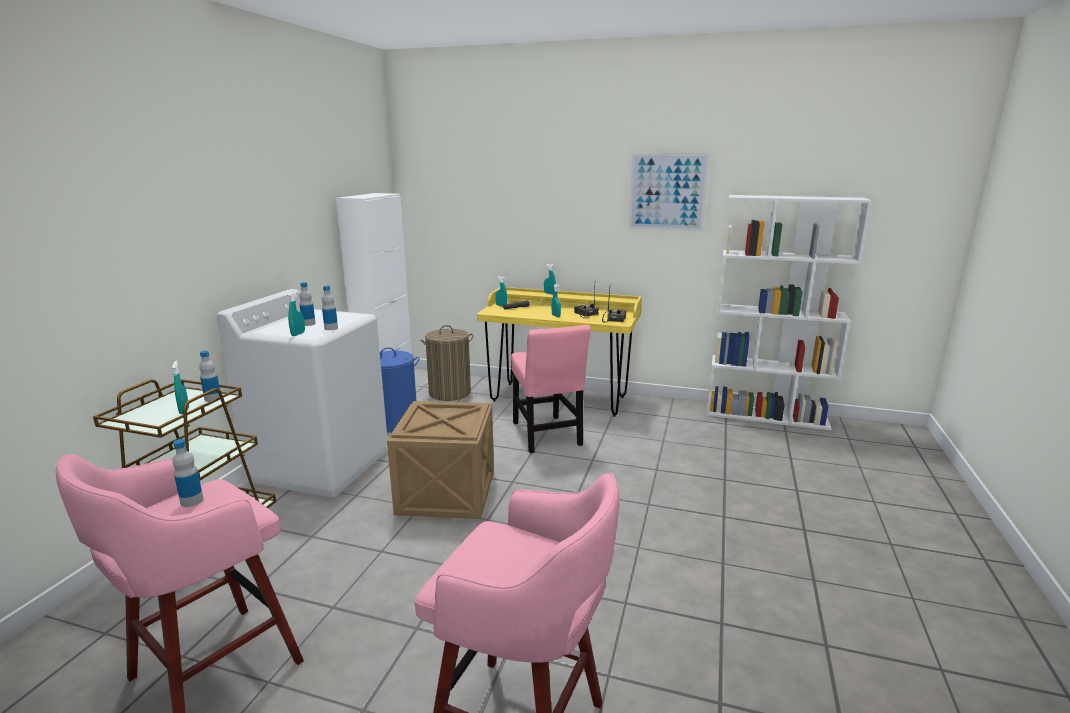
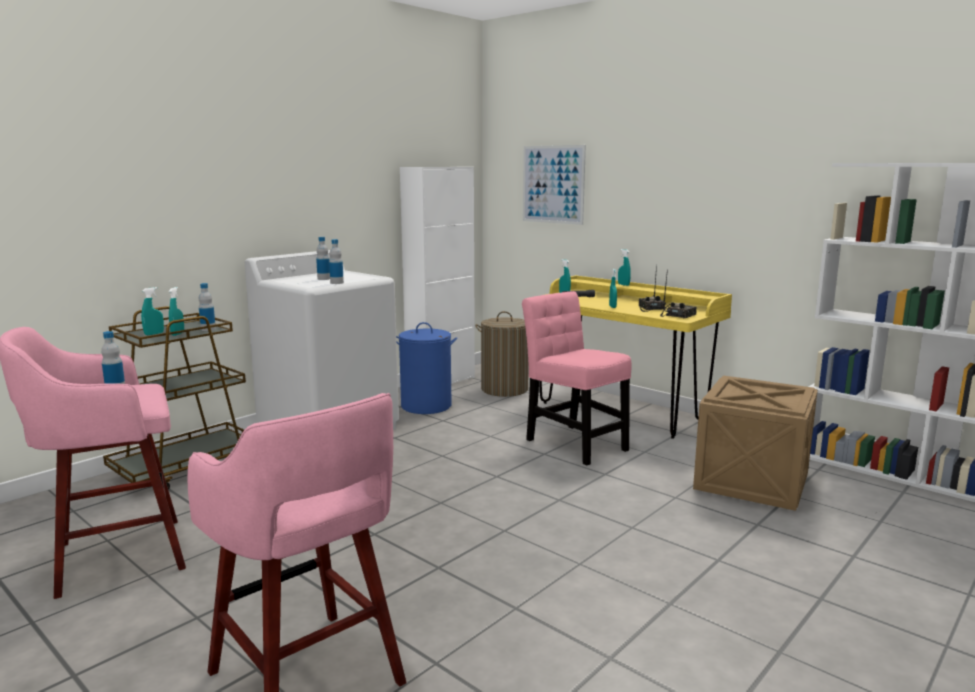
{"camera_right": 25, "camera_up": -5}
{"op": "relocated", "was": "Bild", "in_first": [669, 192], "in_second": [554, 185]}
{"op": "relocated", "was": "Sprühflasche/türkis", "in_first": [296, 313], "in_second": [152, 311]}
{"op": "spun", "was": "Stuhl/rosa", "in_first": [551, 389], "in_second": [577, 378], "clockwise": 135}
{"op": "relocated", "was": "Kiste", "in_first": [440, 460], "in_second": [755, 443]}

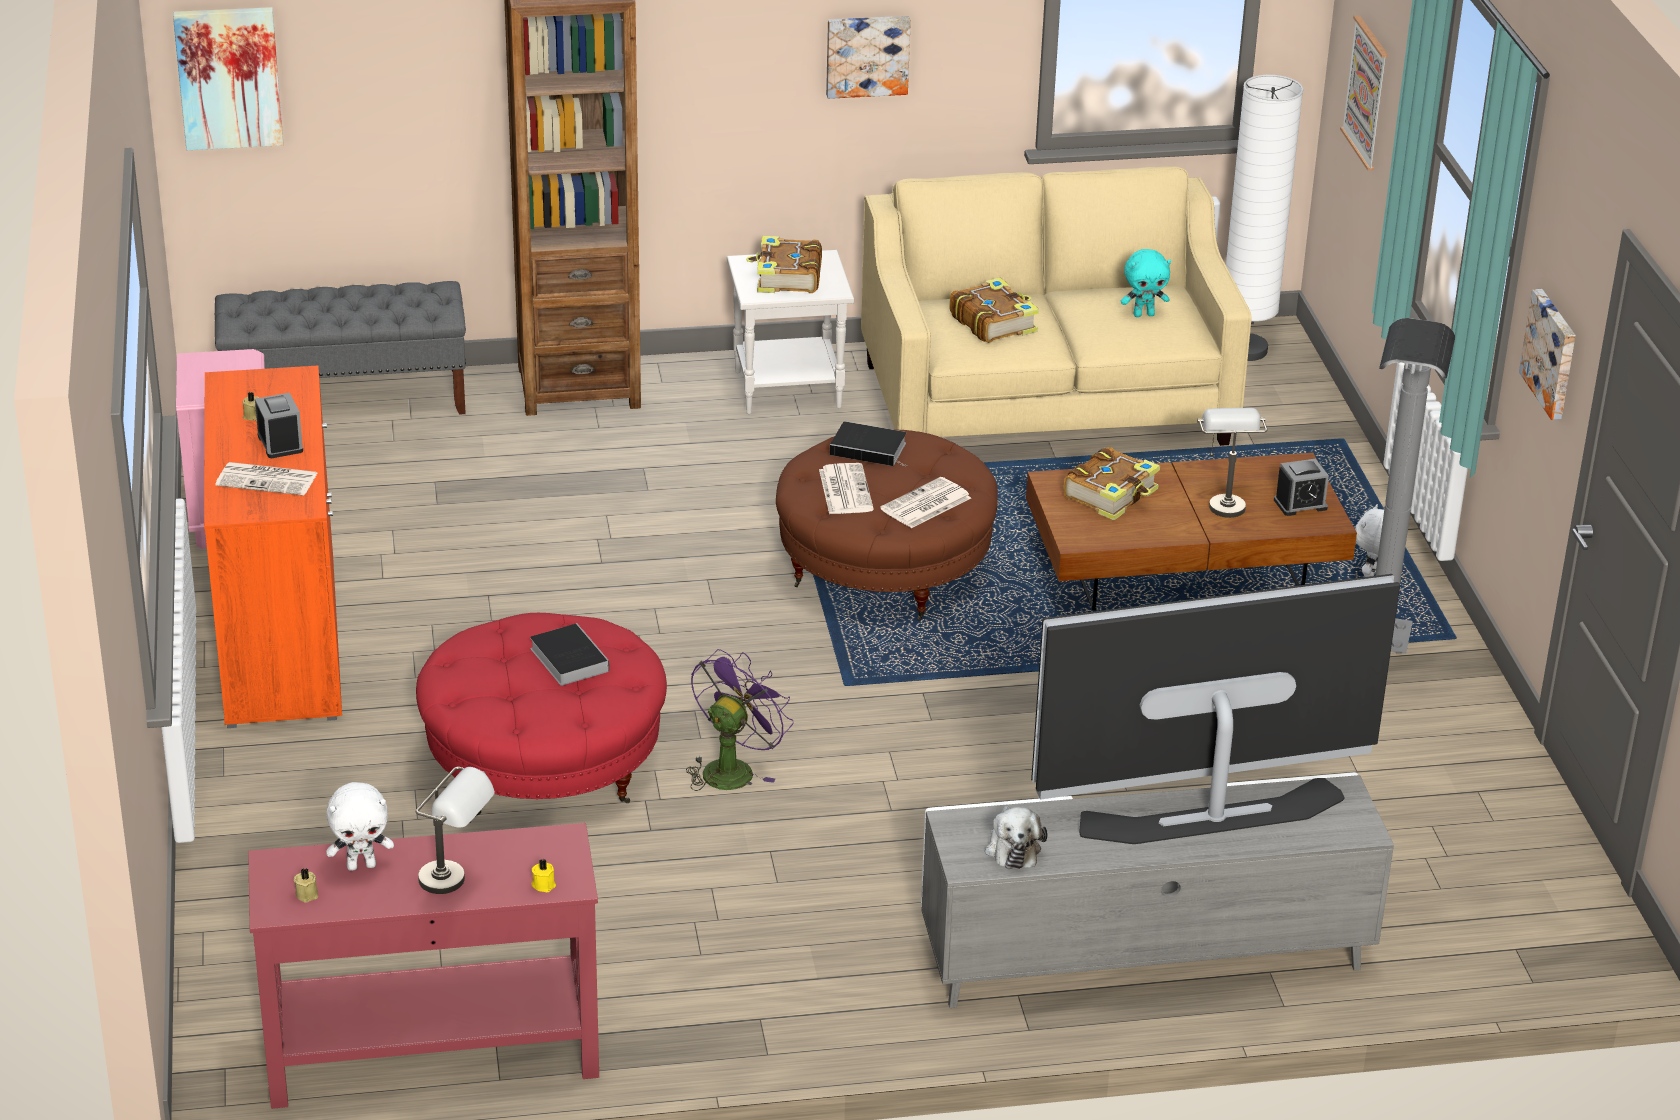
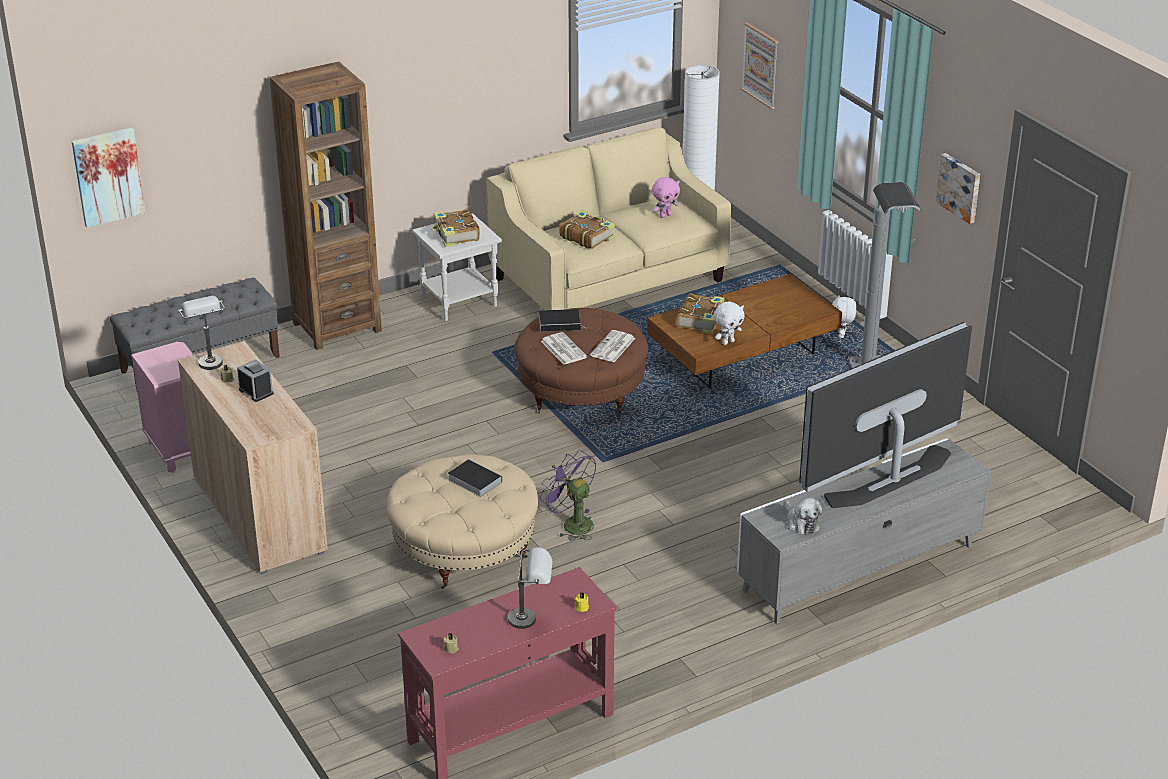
{"camera_right": -20, "camera_up": 0}
{"op": "missing", "was": "Bild", "in_first": [868, 57]}
{"op": "colour", "was": "Plüschtier/türkis", "now": "Plüschtier/rosa", "in_first": [1146, 283], "in_second": [666, 197]}
{"op": "colour", "was": "Schrank/orange", "now": "Schrank/beige", "in_first": [273, 547], "in_second": [253, 457]}
{"op": "relocated", "was": "Tischlampe/grau", "in_first": [1232, 463], "in_second": [201, 333]}
{"op": "missing", "was": "Wecker", "in_first": [1301, 487]}
{"op": "missing", "was": "Zeitung", "in_first": [266, 479]}
{"op": "colour", "was": "Polsterhocker/rot", "now": "Polsterhocker/beige", "in_first": [541, 715], "in_second": [462, 521]}
{"op": "spun", "was": "Ventilator/lila", "in_first": [740, 720], "in_second": [568, 495], "clockwise": -60}
{"op": "relocated", "was": "Plüschtier/weiß", "in_first": [360, 826], "in_second": [729, 323]}

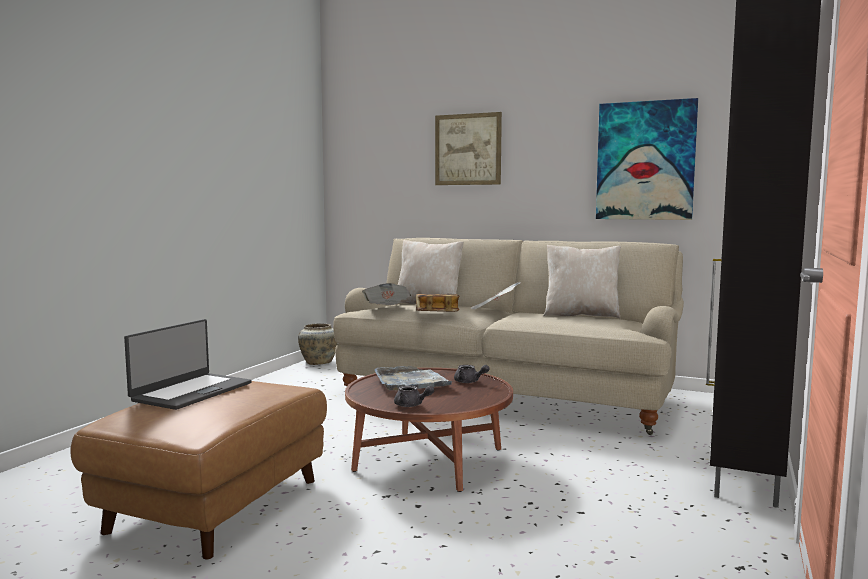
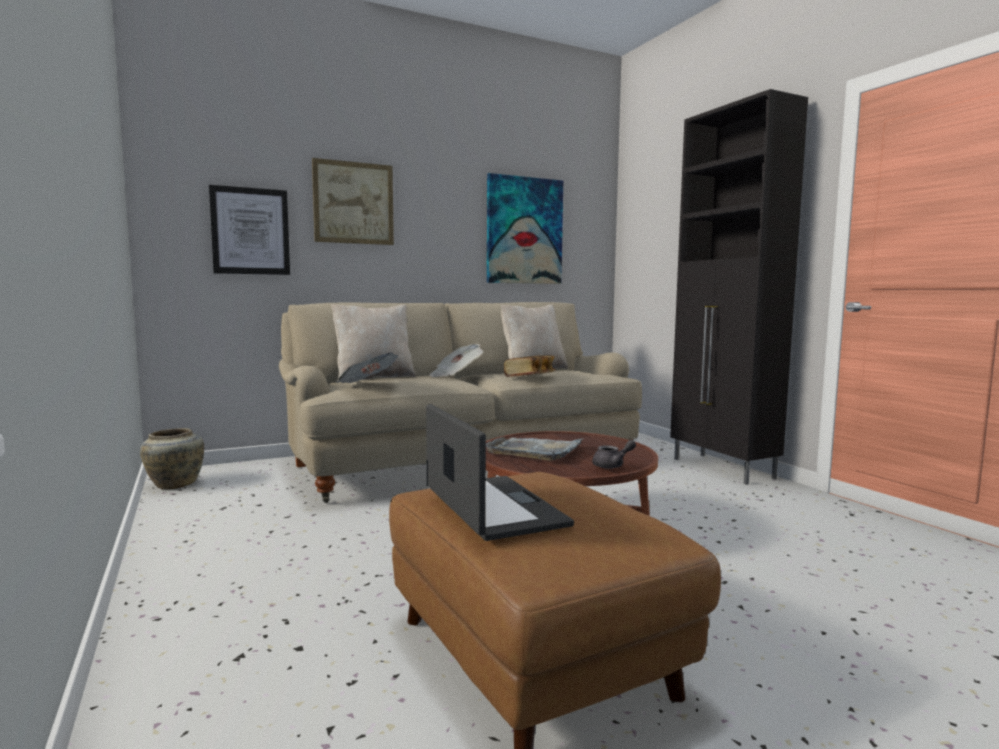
{"camera_right": -50, "camera_up": 0}
{"op": "relocated", "was": "Buch", "in_first": [438, 303], "in_second": [530, 366]}
{"op": "missing", "was": "Teekanne/grau", "in_first": [471, 374]}
{"op": "appeared", "now": "Bild", "in_second": [249, 230]}

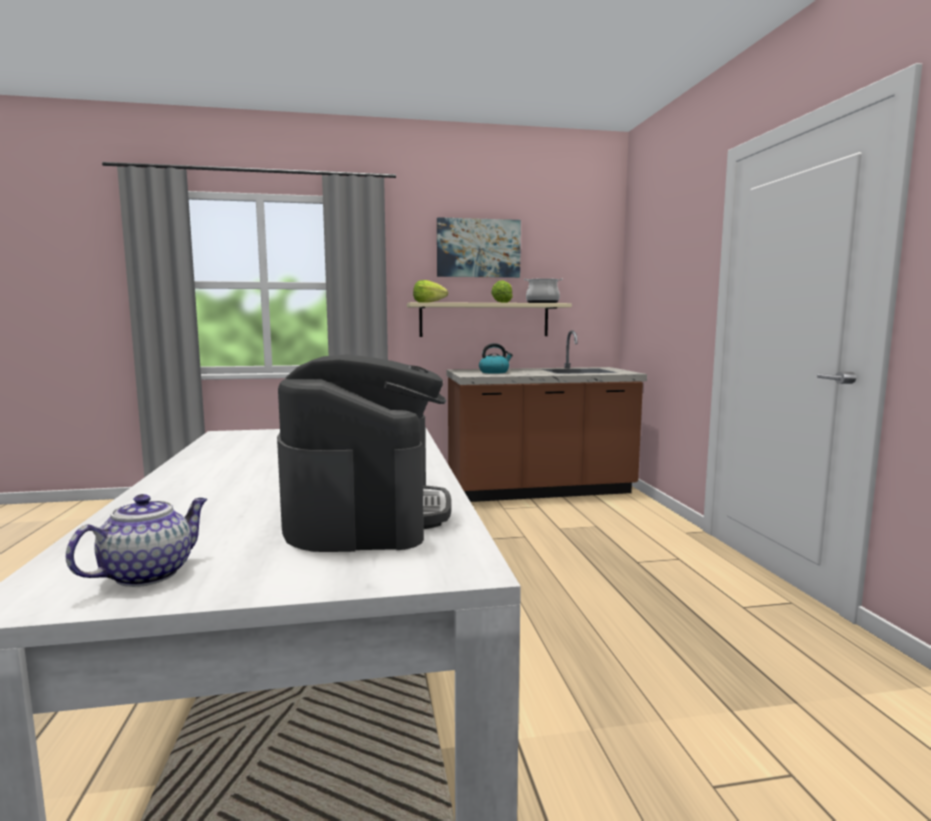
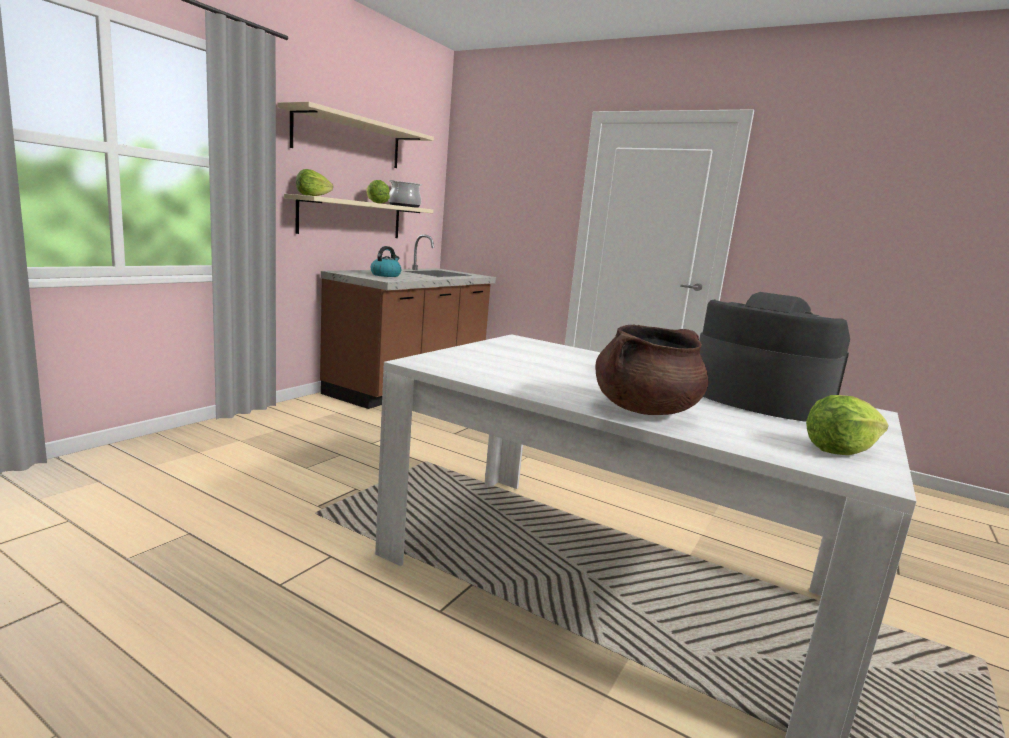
{"camera_right": -50, "camera_up": 5}
{"op": "exchanged", "was": "Bild", "now": "Wandregal/beige", "in_first": [479, 247], "in_second": [355, 135]}
{"op": "exchanged", "was": "Teekanne", "now": "Salatkopf", "in_first": [137, 540], "in_second": [847, 425]}
{"op": "appeared", "now": "Kochtopf/braun", "in_second": [651, 369]}

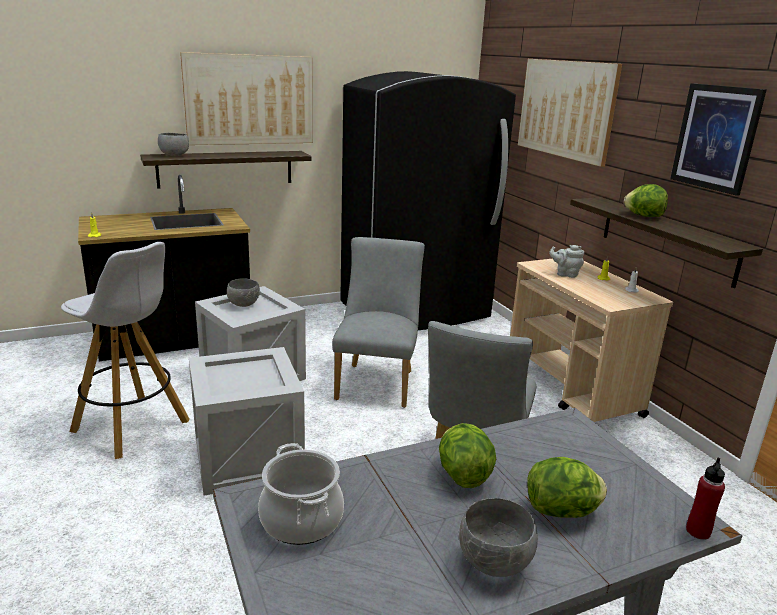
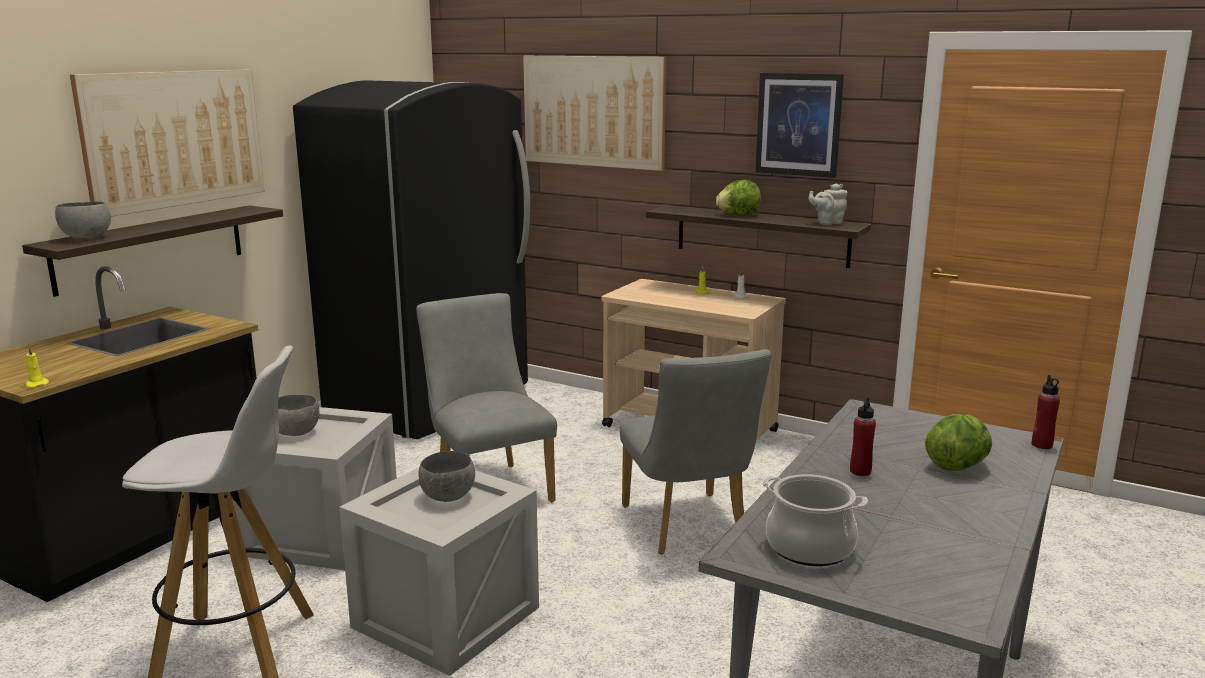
{"camera_right": -35, "camera_up": -5}
{"op": "relocated", "was": "Teekanne/grau", "in_first": [566, 261], "in_second": [828, 204]}
{"op": "exchanged", "was": "Salatkopf", "now": "Flasche/rot", "in_first": [467, 455], "in_second": [863, 436]}
{"op": "relocated", "was": "Schüssel/grau", "in_first": [498, 537], "in_second": [446, 476]}

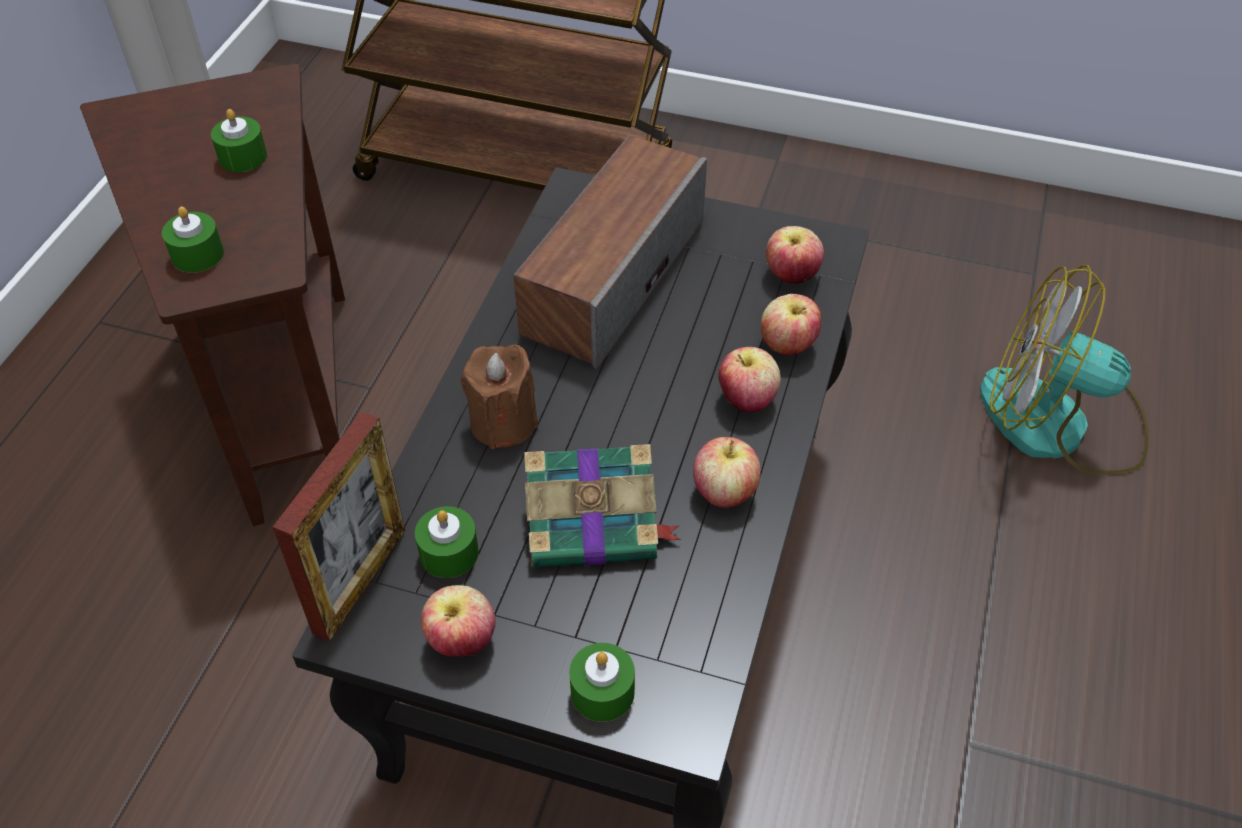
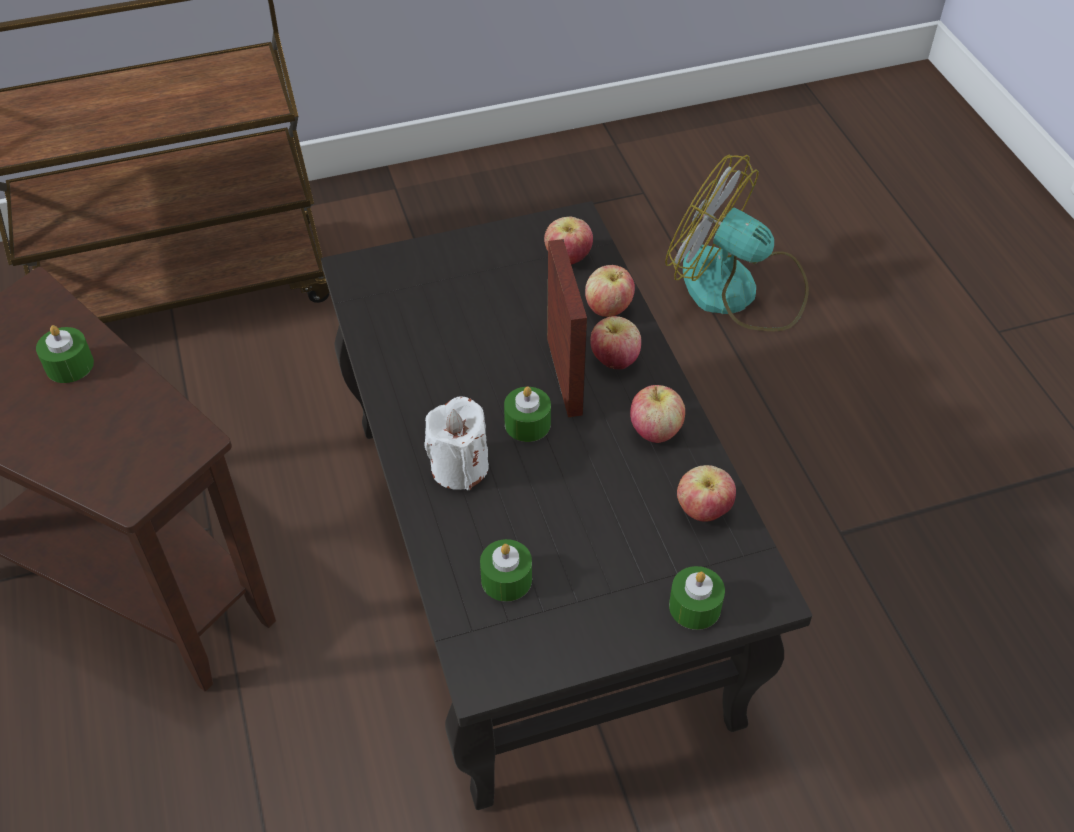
{"camera_right": -35, "camera_up": 0}
{"op": "missing", "was": "Lautsprecher", "in_first": [610, 252]}
{"op": "relocated", "was": "Kerze/grün", "in_first": [193, 239], "in_second": [527, 414]}
{"op": "spun", "was": "Ventilator", "in_first": [1064, 370], "in_second": [737, 242], "clockwise": 45}
{"op": "colour", "was": "Kerze/braun", "now": "Kerze/weiß", "in_first": [499, 397], "in_second": [456, 443]}
{"op": "relocated", "was": "Bilderrahmen", "in_first": [339, 526], "in_second": [567, 328]}
{"op": "missing", "was": "Buch", "in_first": [602, 505]}
{"op": "relocated", "was": "Apfel", "in_first": [458, 621], "in_second": [706, 493]}

